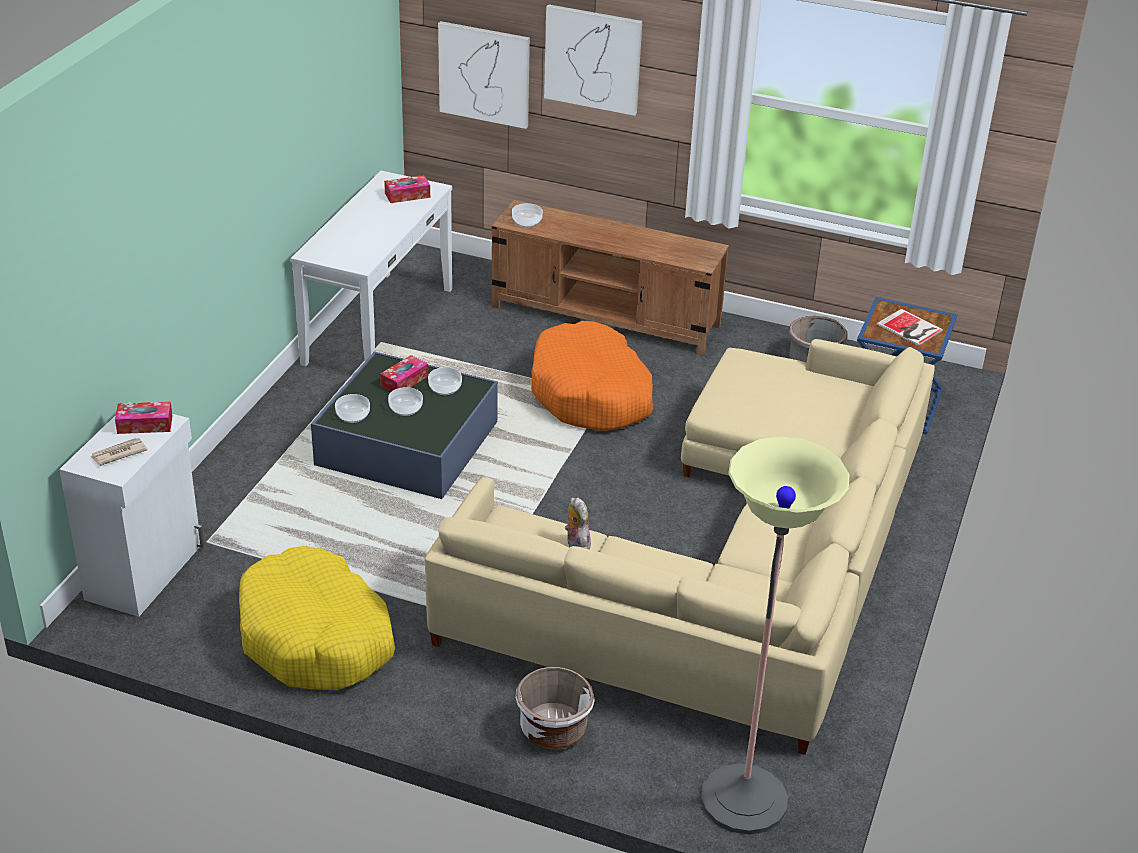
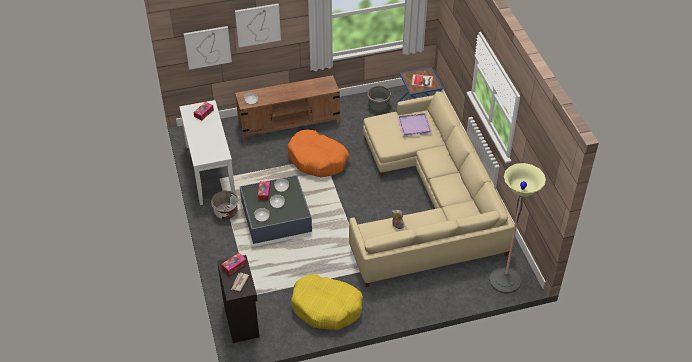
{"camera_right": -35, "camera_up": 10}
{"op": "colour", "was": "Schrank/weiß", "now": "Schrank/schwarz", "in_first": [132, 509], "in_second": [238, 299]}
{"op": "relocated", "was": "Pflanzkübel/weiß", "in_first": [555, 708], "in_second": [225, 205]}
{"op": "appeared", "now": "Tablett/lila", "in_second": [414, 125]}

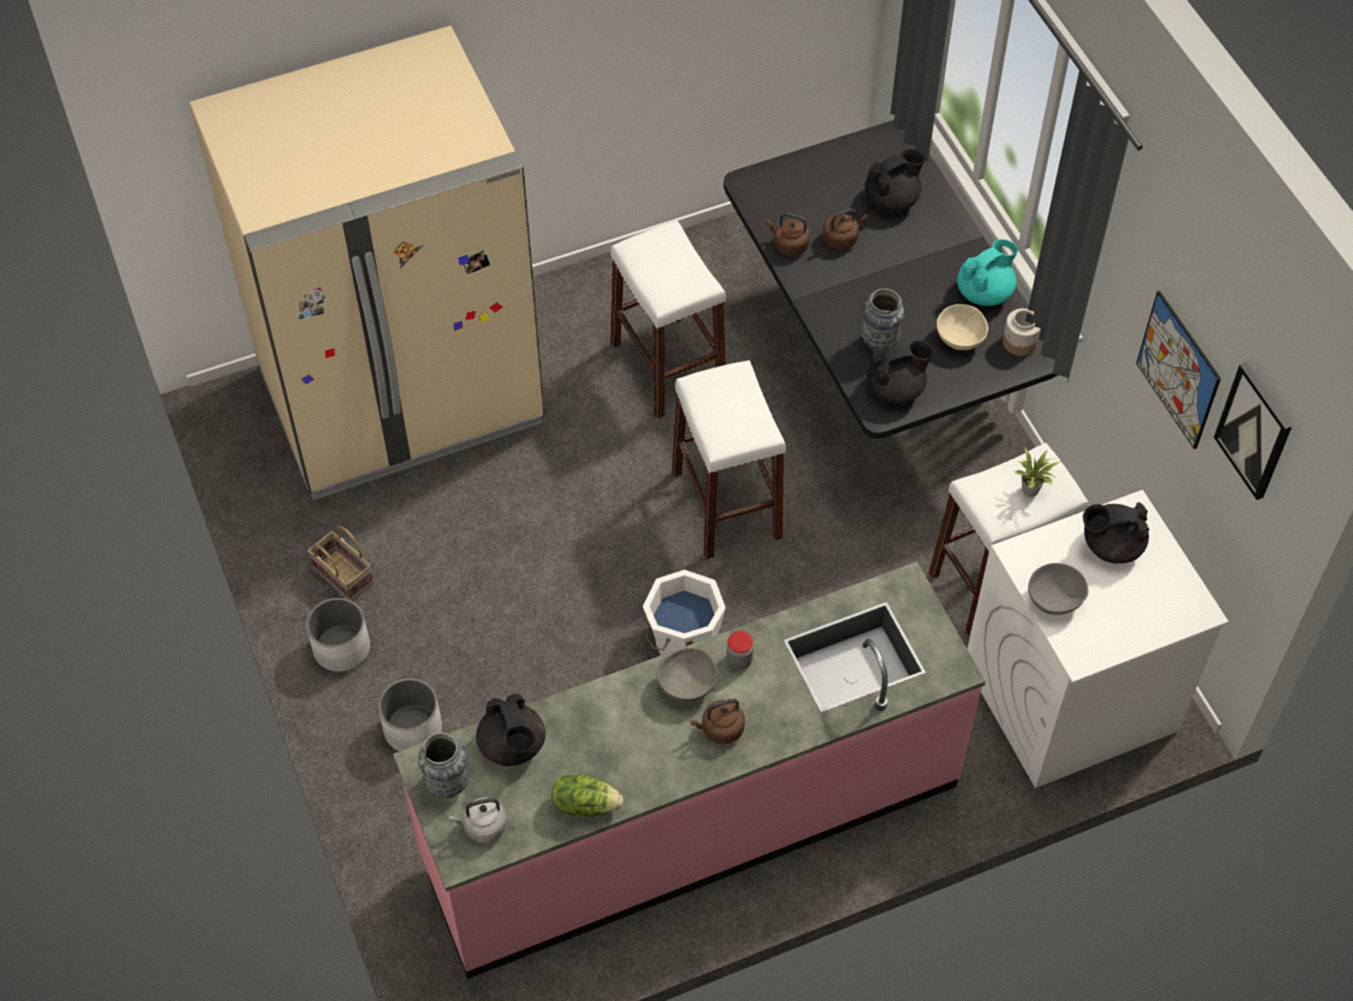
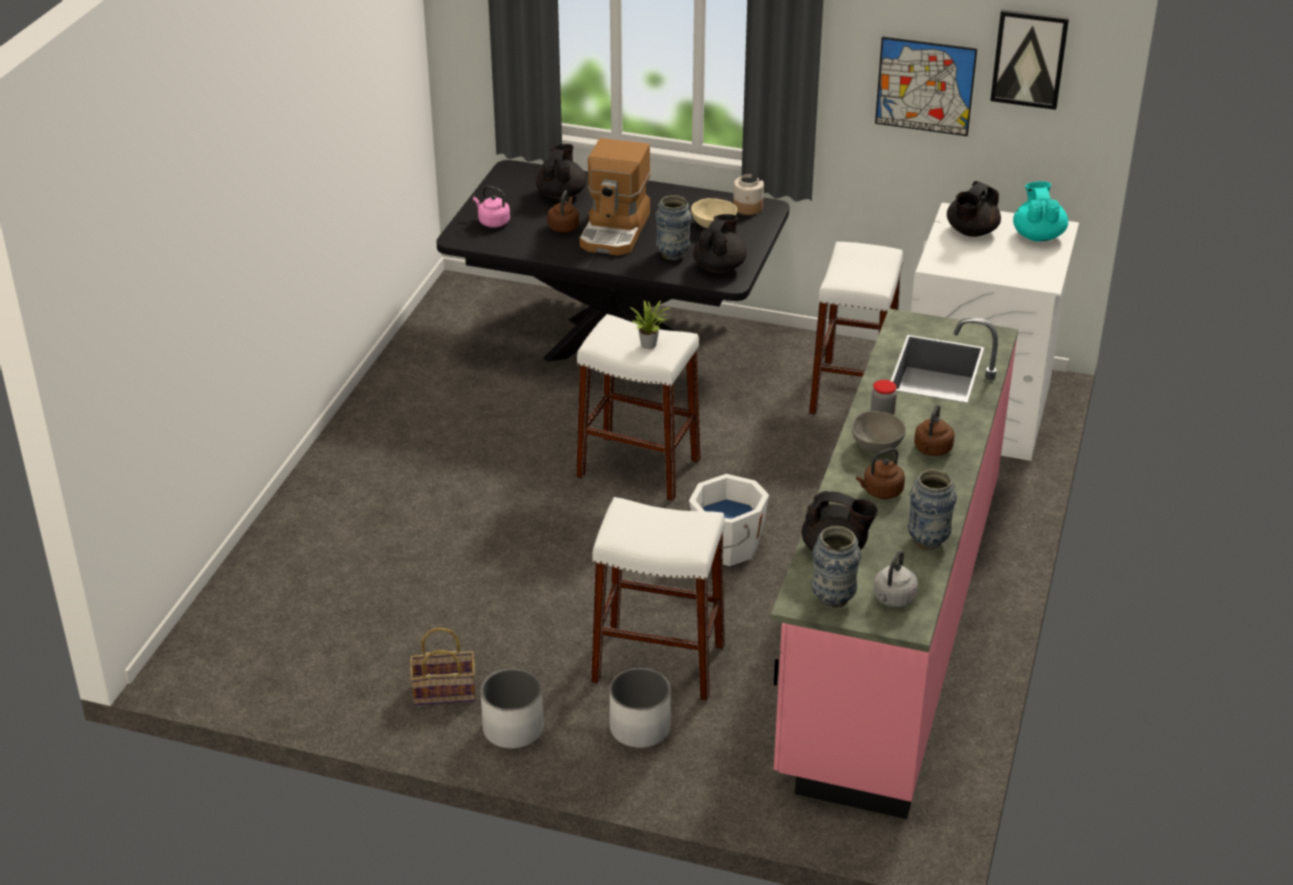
{"camera_right": -50, "camera_up": -20}
{"op": "missing", "was": "Kühlschrank/beige", "in_first": [367, 263]}
{"op": "relocated", "was": "Wasserkessel/braun", "in_first": [788, 234], "in_second": [880, 473]}
{"op": "relocated", "was": "Hocker/weiß", "in_first": [668, 320], "in_second": [658, 599]}
{"op": "relocated", "was": "Teekanne/türkis", "in_first": [987, 272], "in_second": [1040, 211]}
{"op": "relocated", "was": "Topfpflanze", "in_first": [1038, 472], "in_second": [649, 324]}
{"op": "missing", "was": "Schüssel/grau", "in_first": [1058, 589]}
{"op": "exchanged", "was": "Salatkopf", "now": "Vase", "in_first": [587, 796], "in_second": [932, 509]}
{"op": "appeared", "now": "Kaffeemaschine", "in_second": [615, 196]}
{"op": "appeared", "now": "Wasserkessel/rosa", "in_second": [491, 207]}

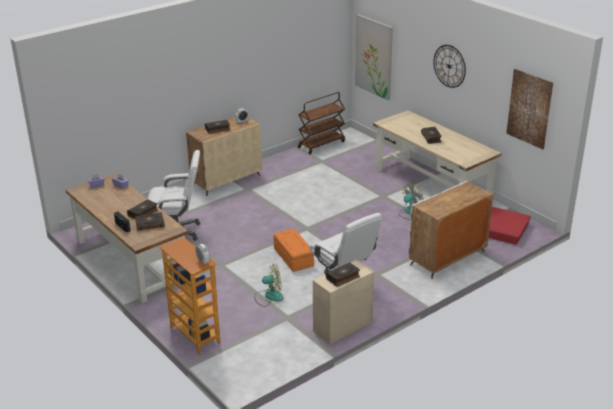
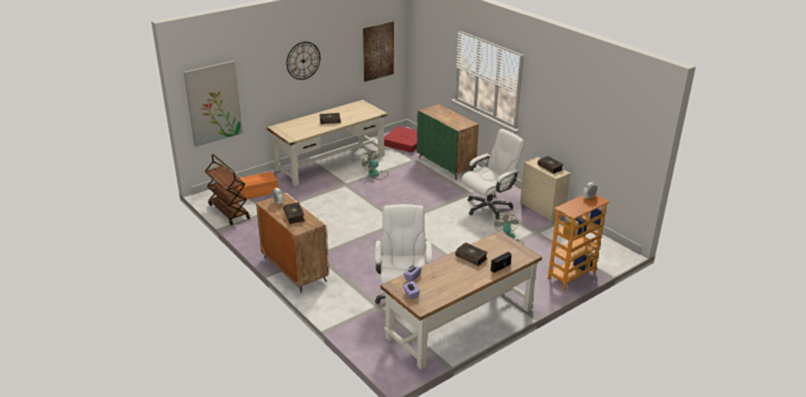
{"camera_right": -90, "camera_up": 0}
{"op": "colour", "was": "Schrank/weiß", "now": "Schrank/grün", "in_first": [450, 230], "in_second": [448, 142]}
{"op": "missing", "was": "Buch", "in_first": [150, 221]}
{"op": "relocated", "was": "Aufbewahrungsbox/orange", "in_first": [294, 250], "in_second": [256, 185]}

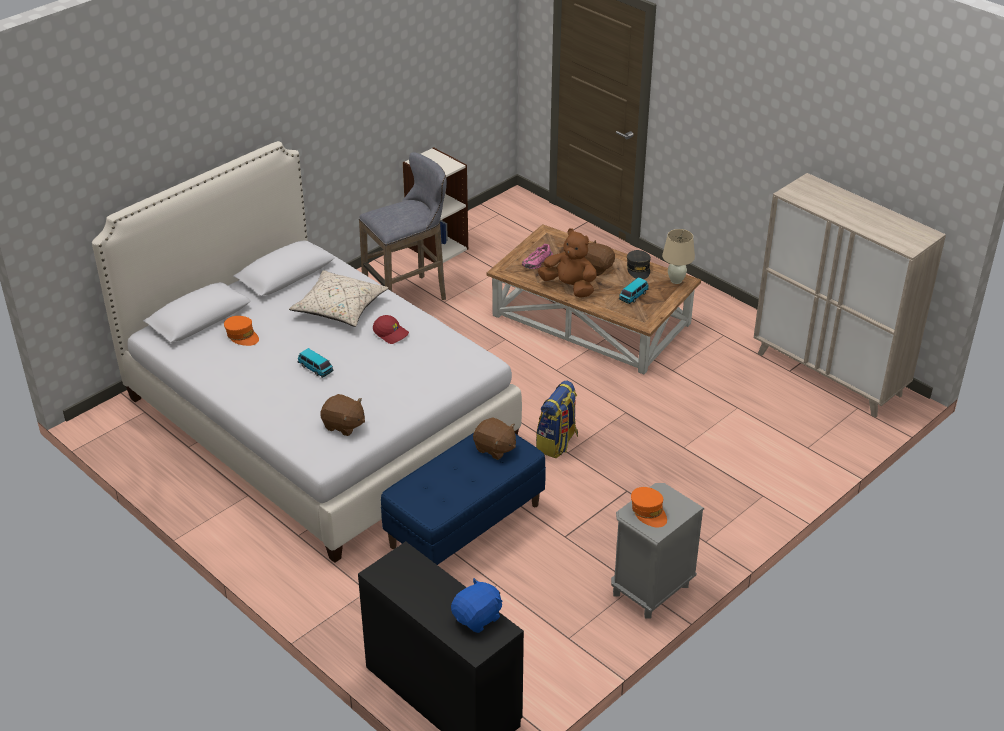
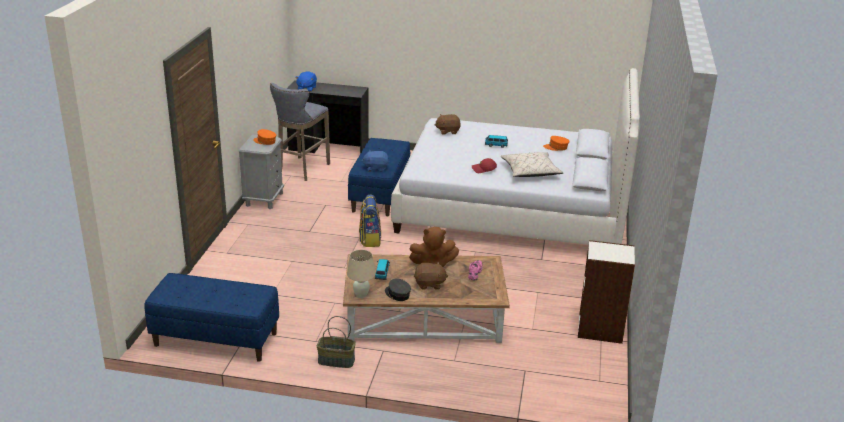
{"camera_right": 145, "camera_up": -10}
{"op": "relocated", "was": "Hocker/grau", "in_first": [403, 226], "in_second": [300, 132]}
{"op": "exchanged", "was": "Schrank/beige", "now": "Bank/blau", "in_first": [850, 295], "in_second": [211, 317]}
{"op": "colour", "was": "Plüschtier/braun", "now": "Plüschtier/blau", "in_first": [494, 438], "in_second": [375, 161]}
{"op": "appeared", "now": "Korb", "in_second": [336, 342]}

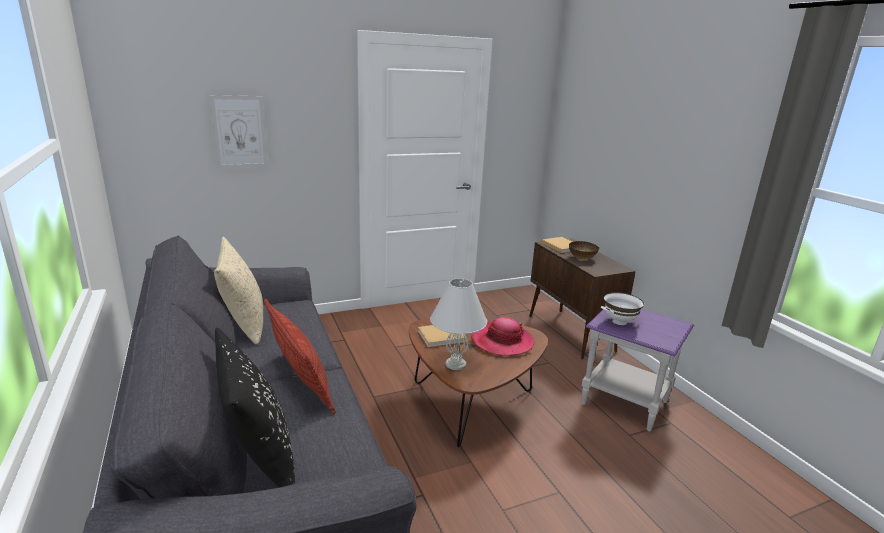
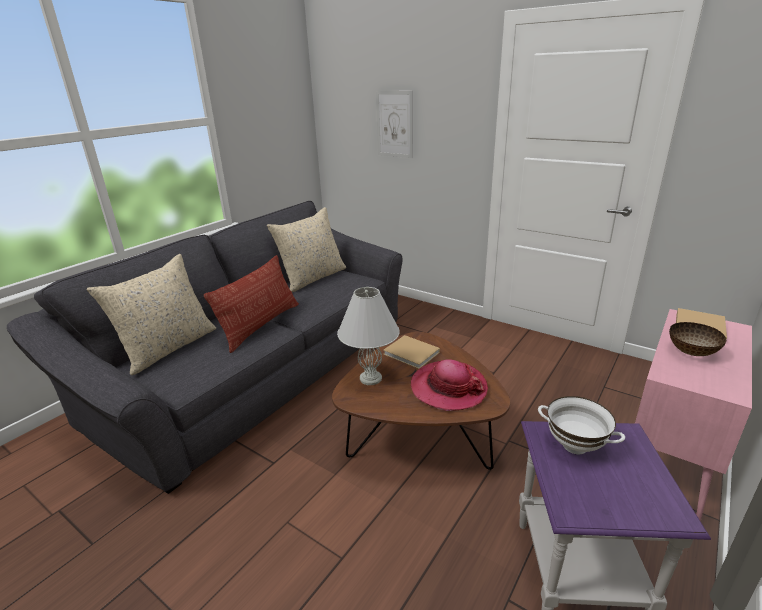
{"camera_right": 60, "camera_up": 5}
{"op": "colour", "was": "Schrank/braun", "now": "Schrank/rosa", "in_first": [582, 298], "in_second": [693, 415]}
{"op": "colour", "was": "Kissen/schwarz", "now": "Kissen/beige", "in_first": [255, 408], "in_second": [151, 314]}

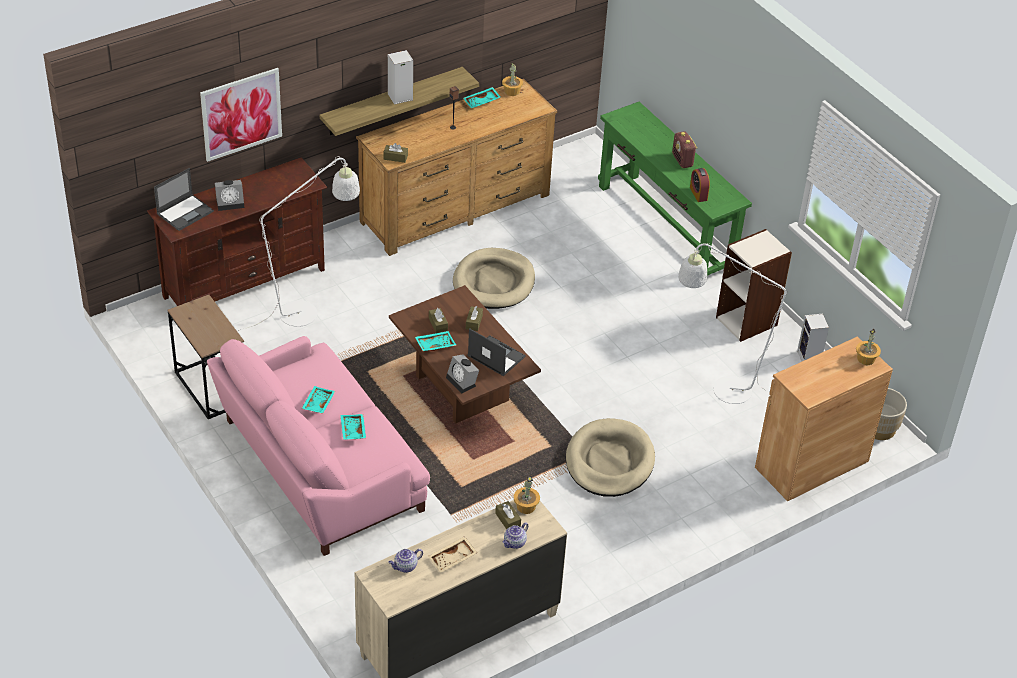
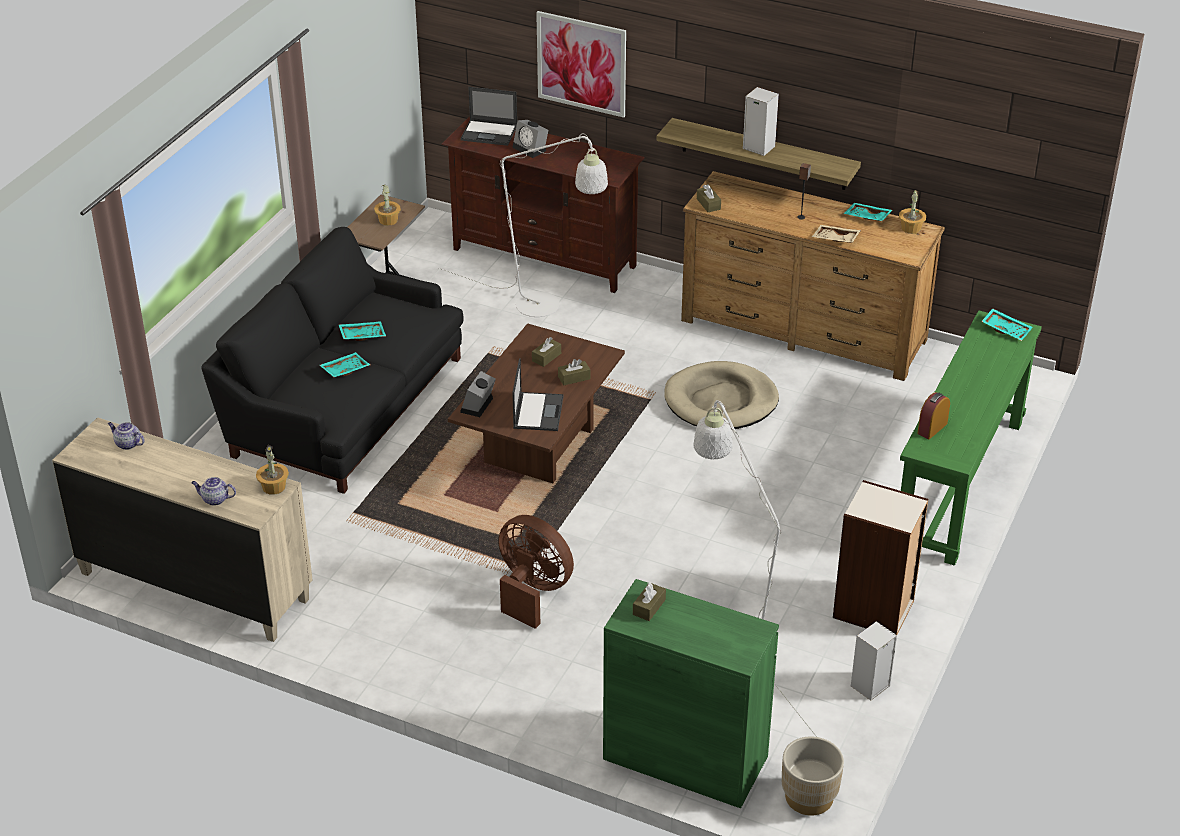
{"camera_right": 60, "camera_up": -5}
{"op": "missing", "was": "Radio", "in_first": [684, 149]}
{"op": "relocated", "was": "Topfpflanze", "in_first": [868, 347], "in_second": [387, 205]}
{"op": "relocated", "was": "Tablett/türkis", "in_first": [436, 341], "in_second": [1007, 324]}
{"op": "colour", "was": "Sofa/rosa", "now": "Sofa/schwarz", "in_first": [318, 446], "in_second": [332, 360]}
{"op": "colour", "was": "Schrank/braun", "now": "Schrank/grün", "in_first": [824, 419], "in_second": [691, 693]}
{"op": "exchanged", "was": "Hundebett/beige", "now": "Ventilator/braun", "in_first": [610, 457], "in_second": [536, 572]}
{"op": "relocated", "was": "Taschentuchbox/braun", "in_first": [508, 515], "in_second": [649, 601]}
{"op": "relocated", "was": "Tablett/beige", "in_first": [452, 554], "in_second": [836, 234]}

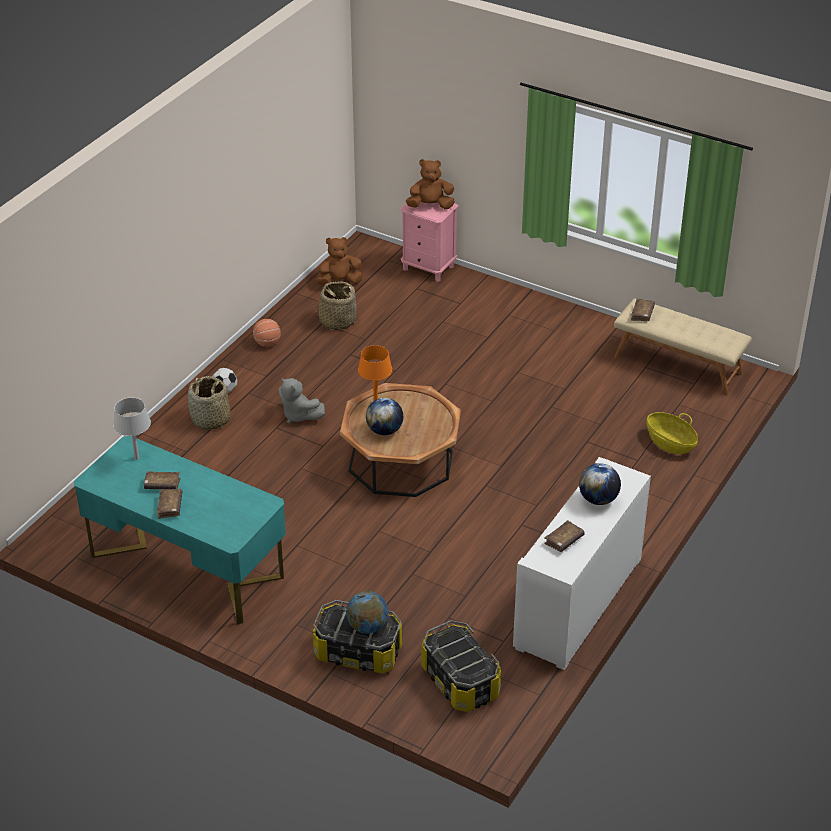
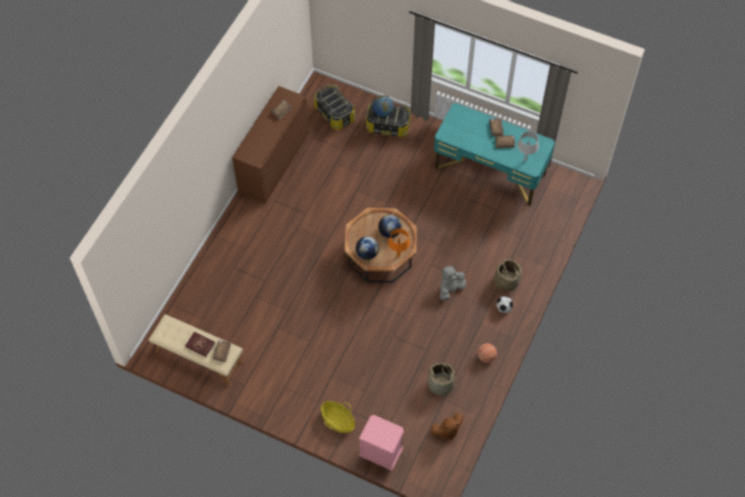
{"camera_right": 175, "camera_up": 20}
{"op": "missing", "was": "Plüschtier/braun", "in_first": [430, 184]}
{"op": "spun", "was": "Plüschtier/grau", "in_first": [301, 400], "in_second": [452, 282], "clockwise": -75}
{"op": "relocated", "was": "Korb", "in_first": [672, 433], "in_second": [338, 417]}
{"op": "colour", "was": "Schrank/weiß", "now": "Schrank/braun", "in_first": [582, 563], "in_second": [270, 145]}
{"op": "relocated", "was": "Globus", "in_first": [600, 484], "in_second": [367, 248]}
{"op": "appeared", "now": "Buch/rot", "in_second": [200, 344]}

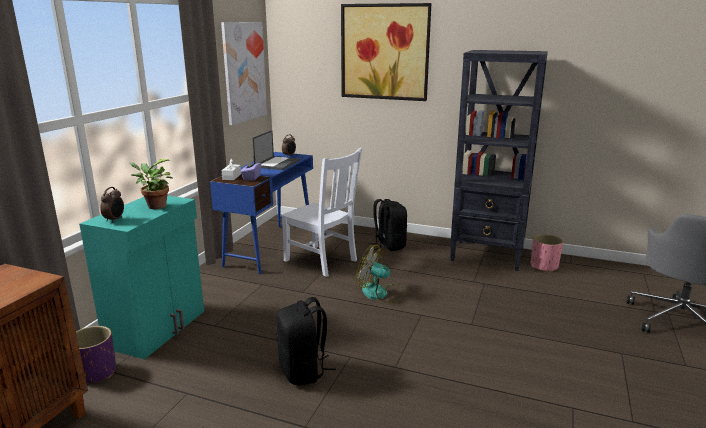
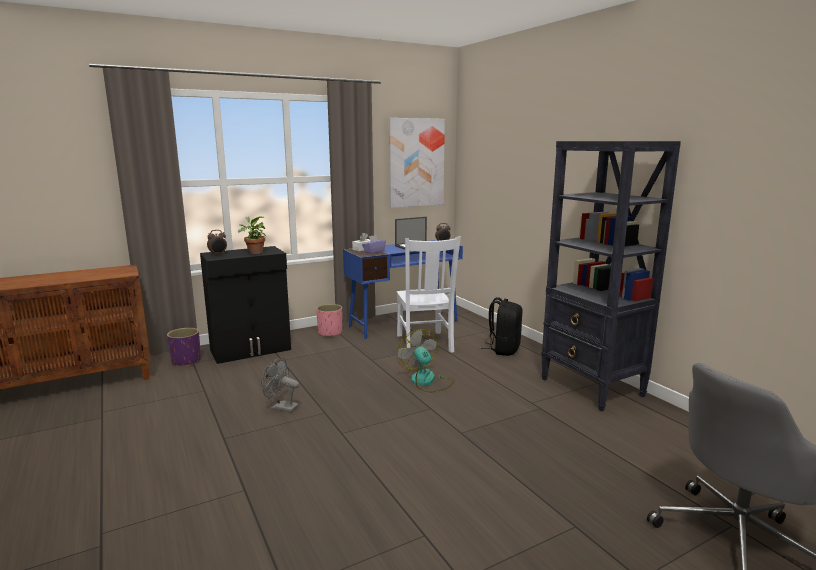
{"camera_right": 40, "camera_up": -5}
{"op": "missing", "was": "Bild", "in_first": [386, 52]}
{"op": "colour", "was": "Schrank/türkis", "now": "Schrank/schwarz", "in_first": [141, 277], "in_second": [245, 305]}
{"op": "relocated", "was": "Pflanzkübel/rosa", "in_first": [547, 253], "in_second": [329, 320]}
{"op": "exchanged", "was": "Rucksack/schwarz", "now": "Ventilator/grau", "in_first": [306, 341], "in_second": [280, 385]}

